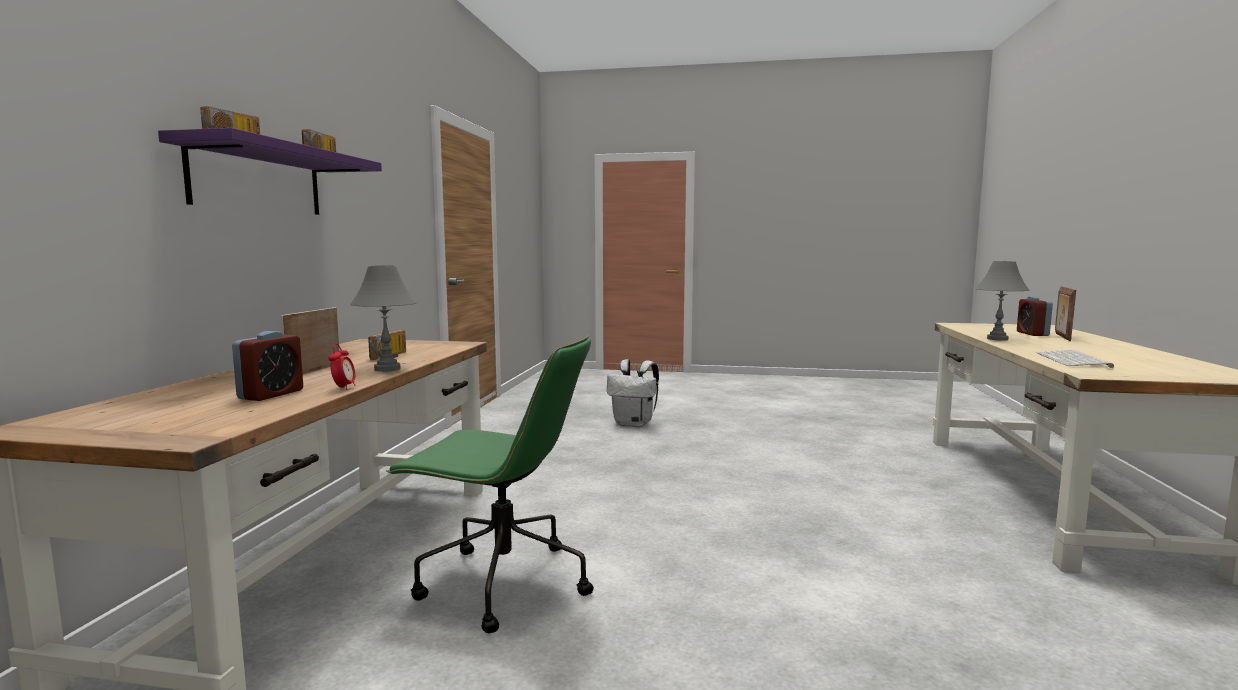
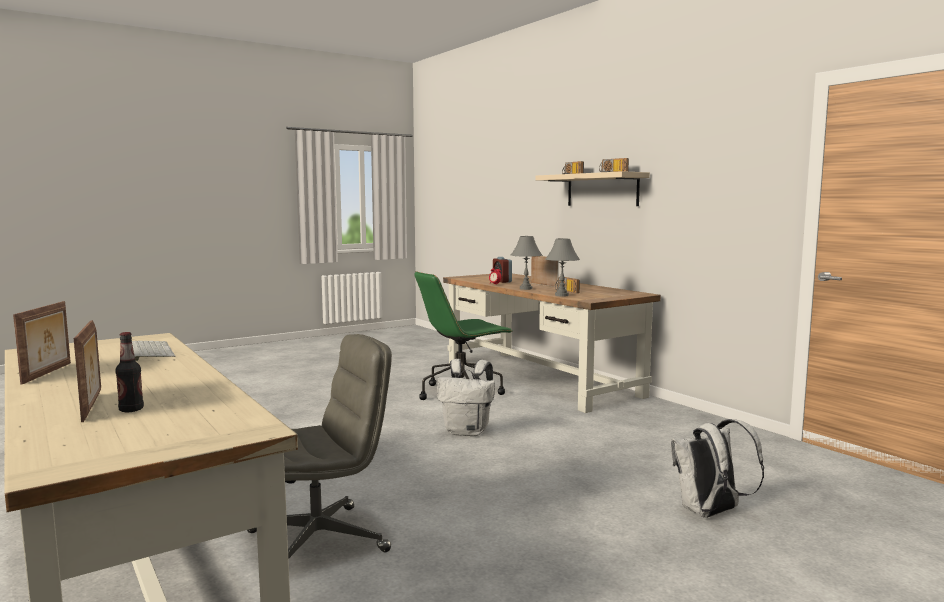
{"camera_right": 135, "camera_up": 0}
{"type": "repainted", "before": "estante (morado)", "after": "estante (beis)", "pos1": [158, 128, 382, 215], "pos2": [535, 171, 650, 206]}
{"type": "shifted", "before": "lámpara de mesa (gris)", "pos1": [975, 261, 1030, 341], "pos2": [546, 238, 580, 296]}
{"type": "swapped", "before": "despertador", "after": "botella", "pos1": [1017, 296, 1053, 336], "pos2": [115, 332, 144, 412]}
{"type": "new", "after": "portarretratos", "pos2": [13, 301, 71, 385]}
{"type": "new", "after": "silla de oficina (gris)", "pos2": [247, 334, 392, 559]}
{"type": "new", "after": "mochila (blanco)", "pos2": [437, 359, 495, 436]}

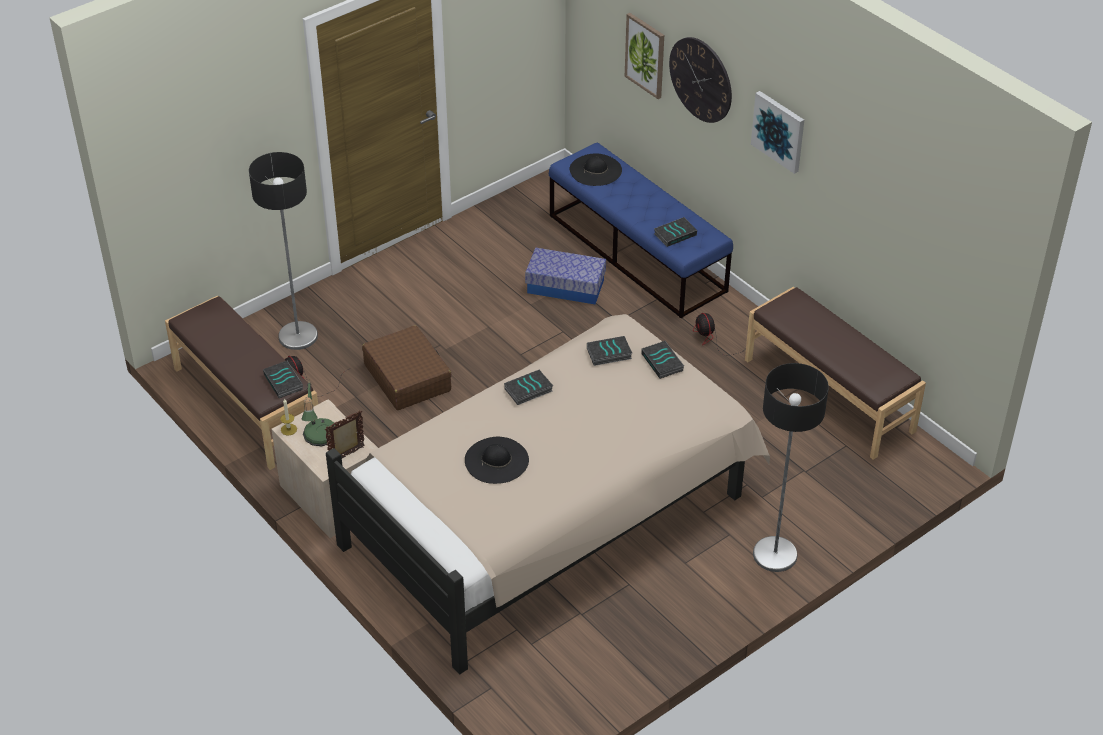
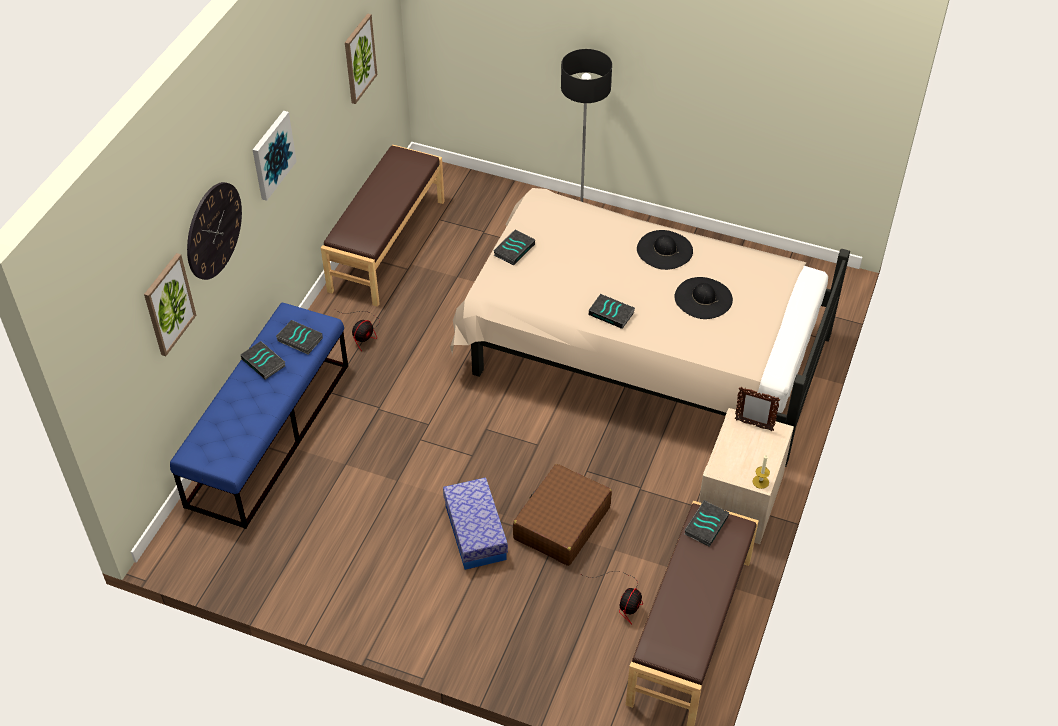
{"camera_right": -120, "camera_up": 5}
{"type": "gone", "before": "lámpara de pie", "pos1": [249, 152, 318, 350]}
{"type": "shifted", "before": "sombrero (negro)", "pos1": [570, 153, 622, 186], "pos2": [637, 230, 693, 270]}
{"type": "shifted", "before": "caja de almacenaje", "pos1": [525, 248, 606, 304], "pos2": [443, 477, 508, 570]}
{"type": "shifted", "before": "libro", "pos1": [587, 336, 632, 366], "pos2": [241, 341, 285, 380]}
{"type": "gone", "before": "lámpara de mesa", "pos1": [302, 381, 335, 446]}
{"type": "new", "after": "cuadro", "pos2": [345, 13, 377, 104]}

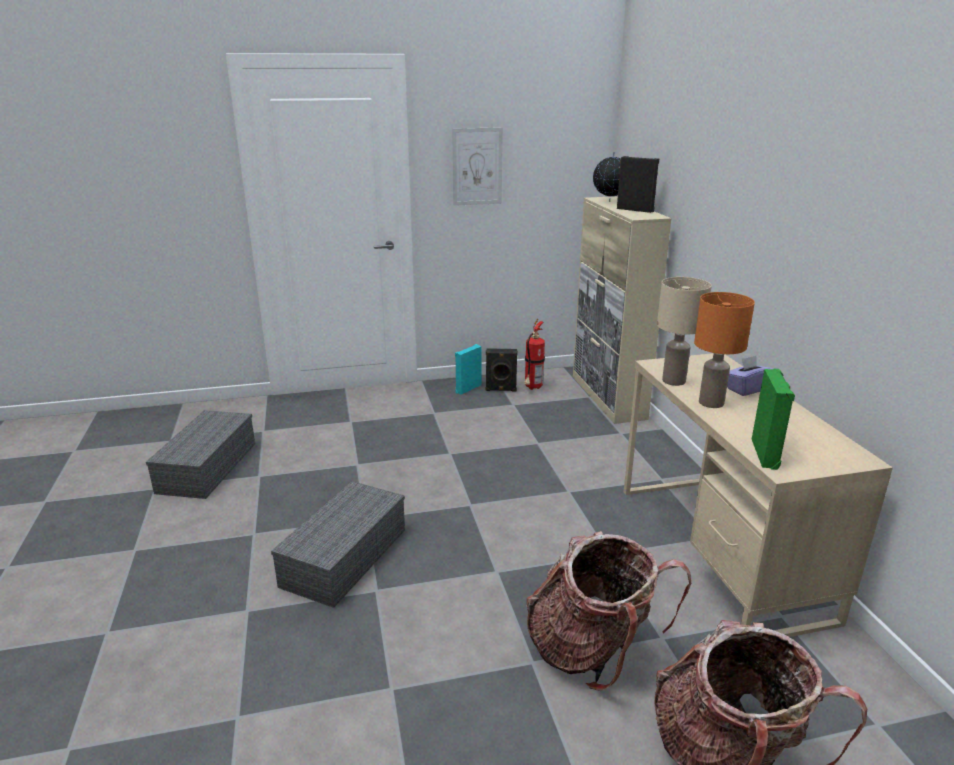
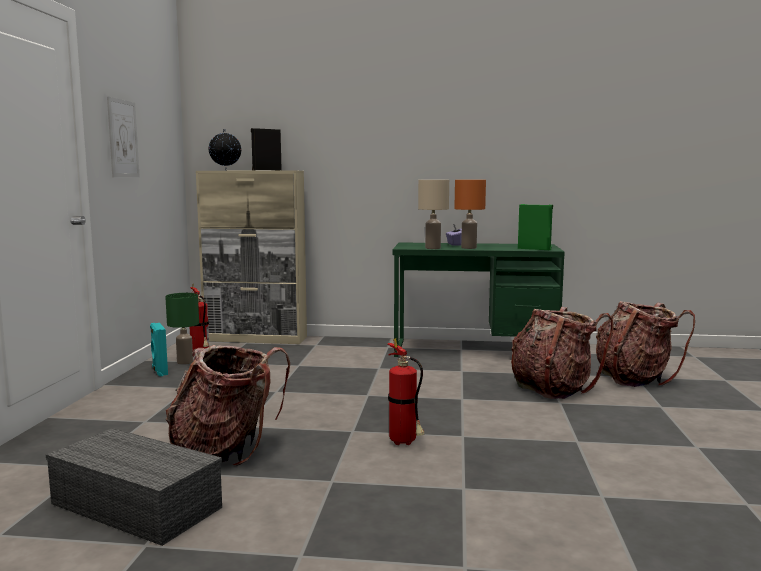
{"camera_right": -70, "camera_up": -15}
{"type": "swapped", "before": "altavoz (negro)", "after": "lámpara de mesa (verde)", "pos1": [486, 348, 518, 391], "pos2": [165, 293, 199, 365]}
{"type": "repainted", "before": "escritorio (beis)", "after": "escritorio (verde)", "pos1": [624, 353, 893, 637], "pos2": [392, 242, 565, 357]}
{"type": "swapped", "before": "caja de almacenaje (gris)", "after": "extintor", "pos1": [271, 481, 405, 608], "pos2": [387, 338, 425, 445]}
{"type": "new", "after": "mochila", "pos2": [166, 345, 290, 466]}

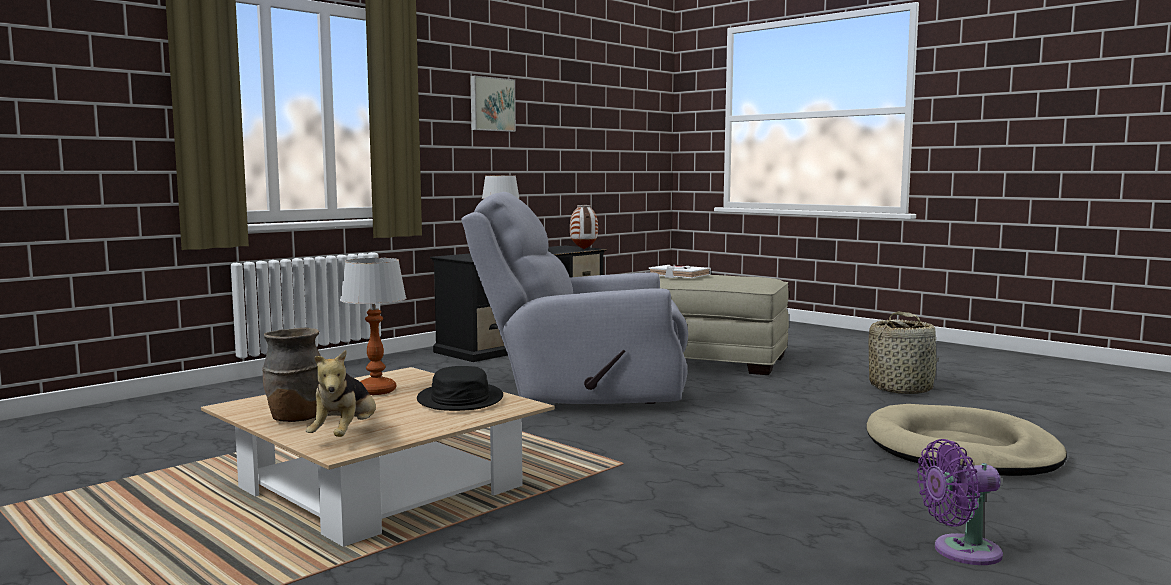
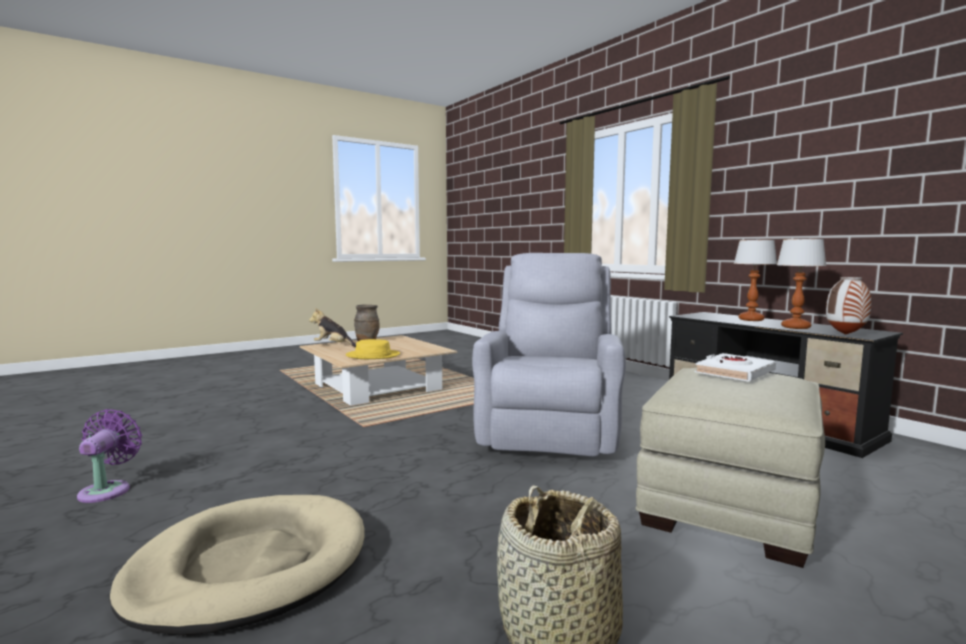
{"camera_right": 100, "camera_up": 0}
{"type": "gone", "before": "cuadro", "pos1": [470, 76, 516, 132]}
{"type": "shifted", "before": "lámpara de mesa", "pos1": [340, 258, 407, 395], "pos2": [777, 239, 827, 329]}
{"type": "repainted", "before": "sombrero (negro)", "after": "sombrero (amarillo)", "pos1": [417, 366, 503, 411], "pos2": [346, 339, 400, 359]}

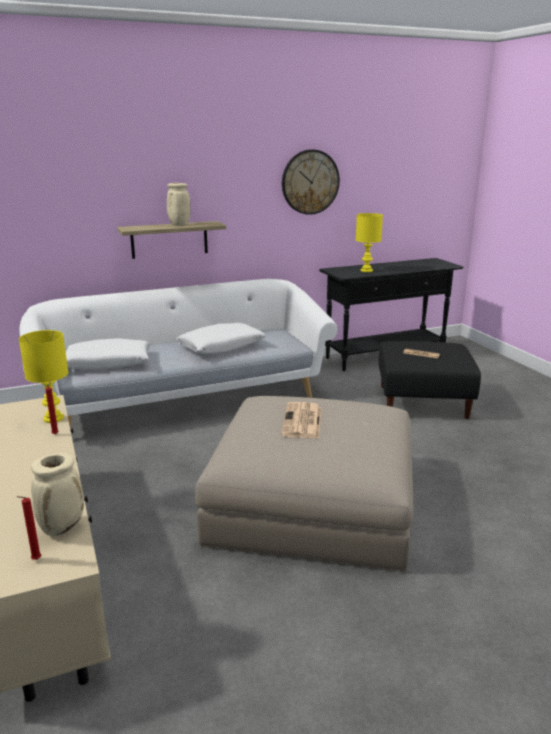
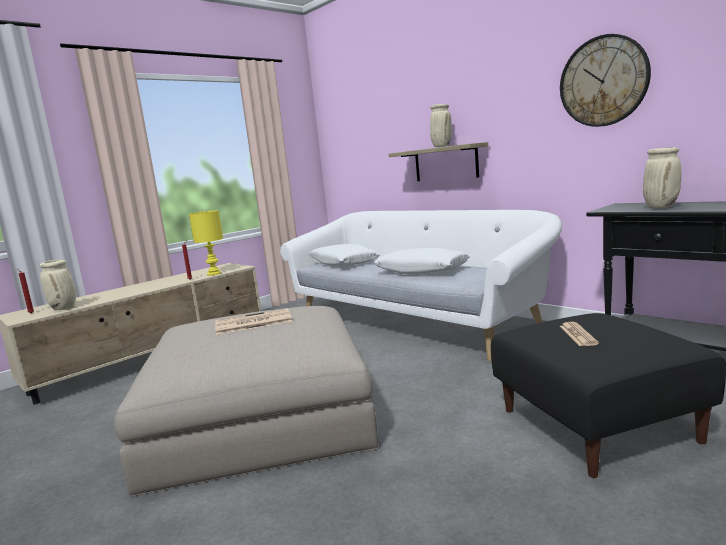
{"camera_right": 70, "camera_up": -10}
{"type": "swapped", "before": "lámpara de mesa (amarillo)", "after": "florero (beis)", "pos1": [356, 213, 383, 272], "pos2": [643, 147, 682, 208]}

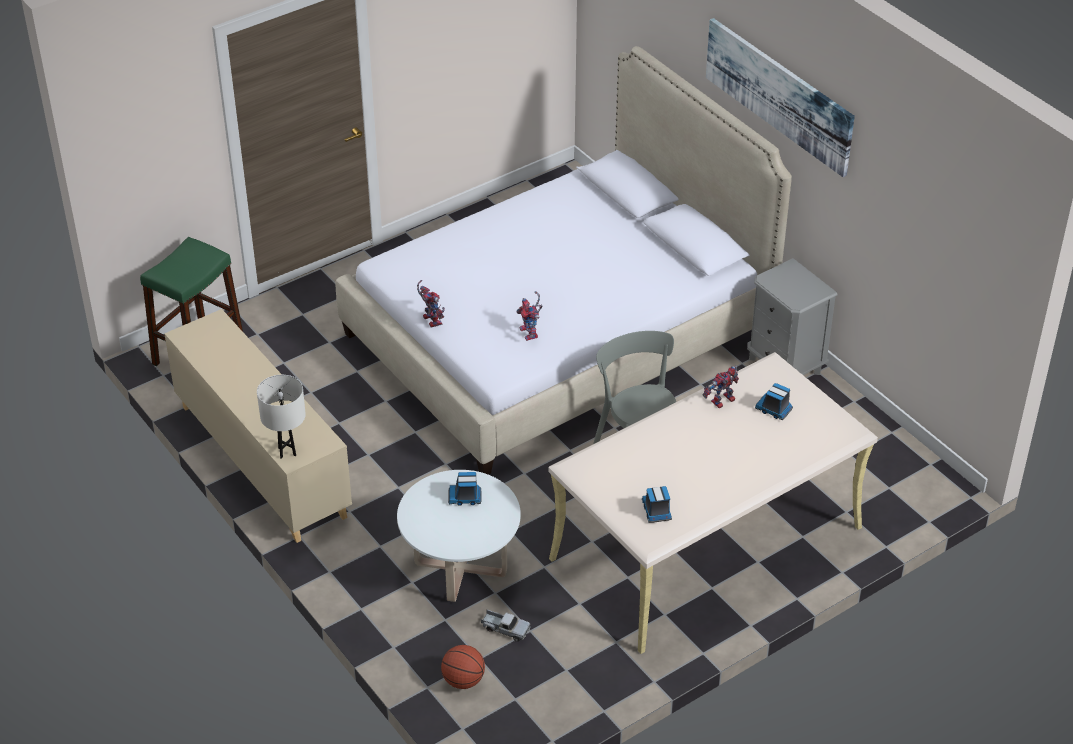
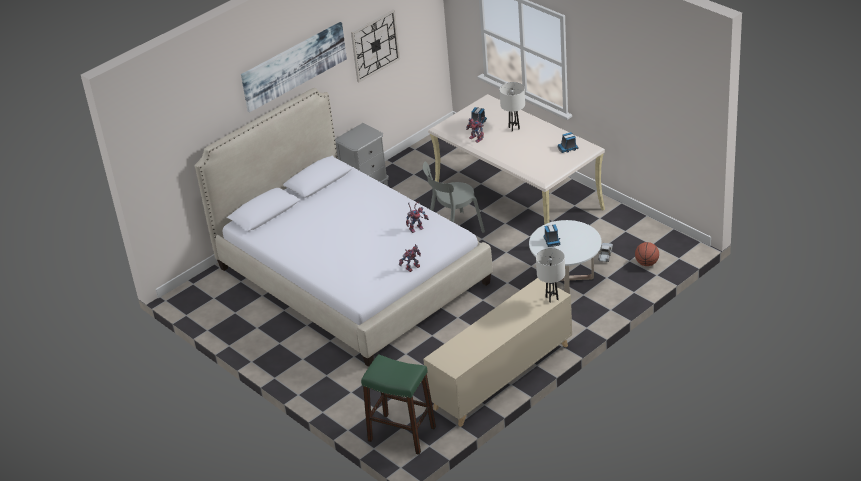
{"camera_right": -95, "camera_up": -5}
{"type": "new", "after": "reloj de pared", "pos2": [351, 10, 400, 82]}
{"type": "new", "after": "lámpara de mesa (blanco)", "pos2": [499, 82, 525, 132]}

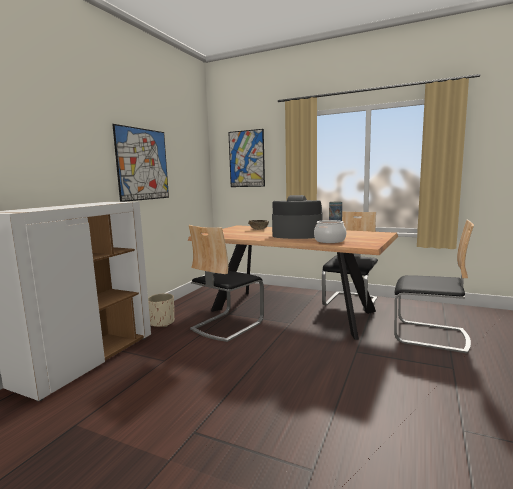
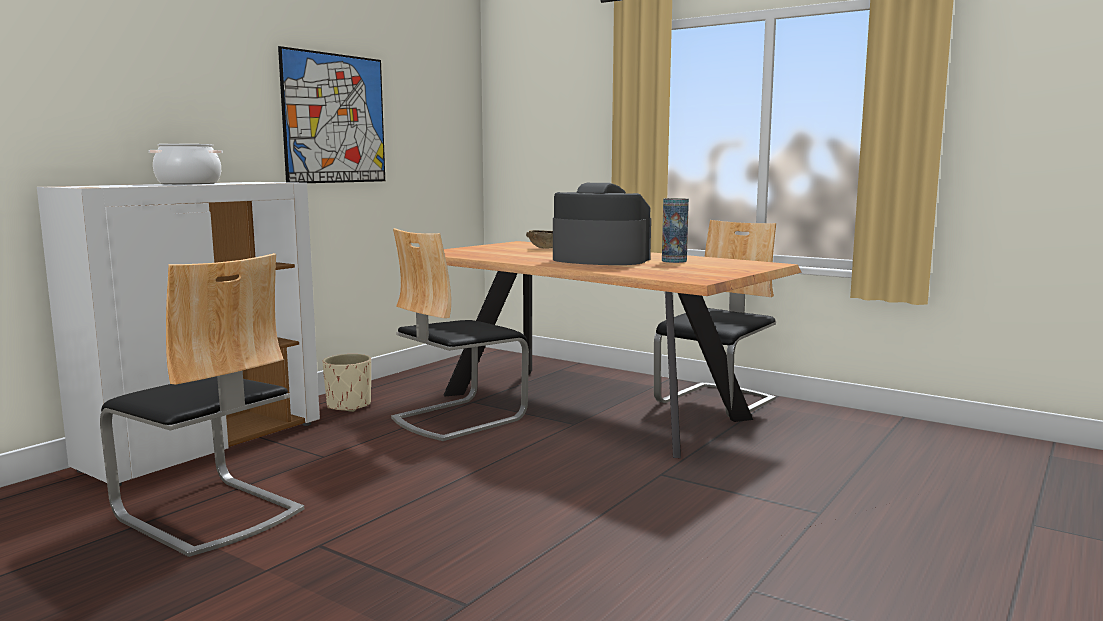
{"camera_right": 10, "camera_up": 0}
{"type": "gone", "before": "cuadro", "pos1": [228, 129, 265, 187]}
{"type": "shifted", "before": "olla", "pos1": [314, 220, 346, 243], "pos2": [149, 144, 223, 184]}
{"type": "shifted", "before": "silla", "pos1": [394, 220, 474, 354], "pos2": [100, 253, 304, 557]}

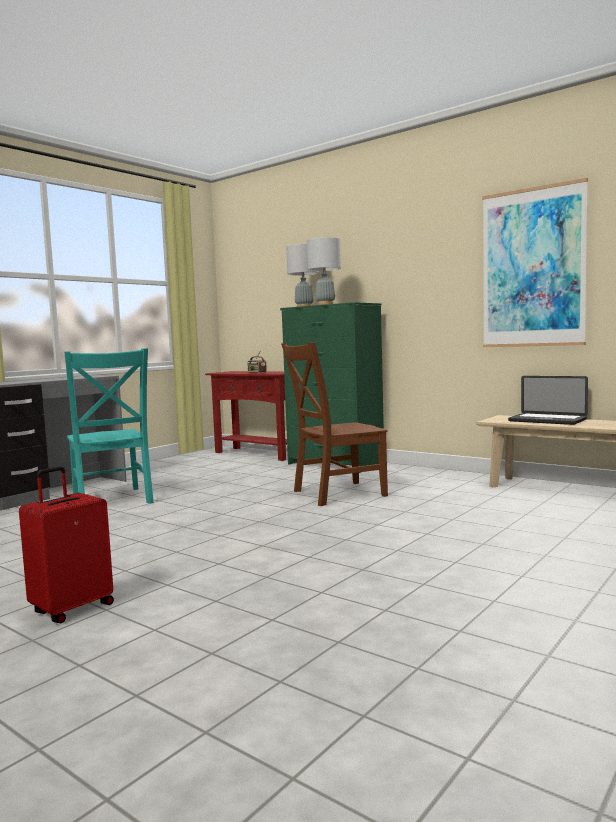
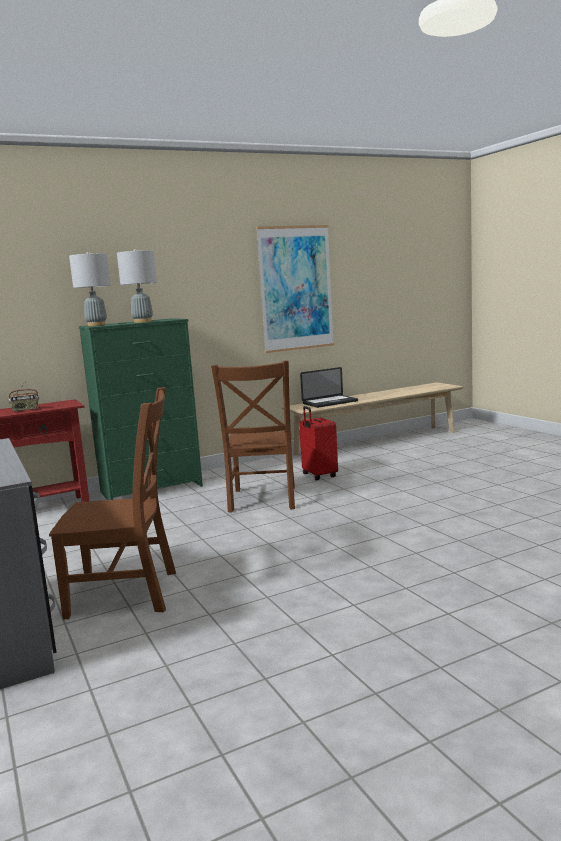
{"camera_right": -65, "camera_up": 5}
{"type": "repainted", "before": "silla (turquesa)", "after": "silla (marrón)", "pos1": [64, 348, 154, 504], "pos2": [49, 387, 176, 620]}
{"type": "shifted", "before": "maleta (rojo)", "pos1": [19, 466, 114, 623], "pos2": [299, 406, 338, 480]}

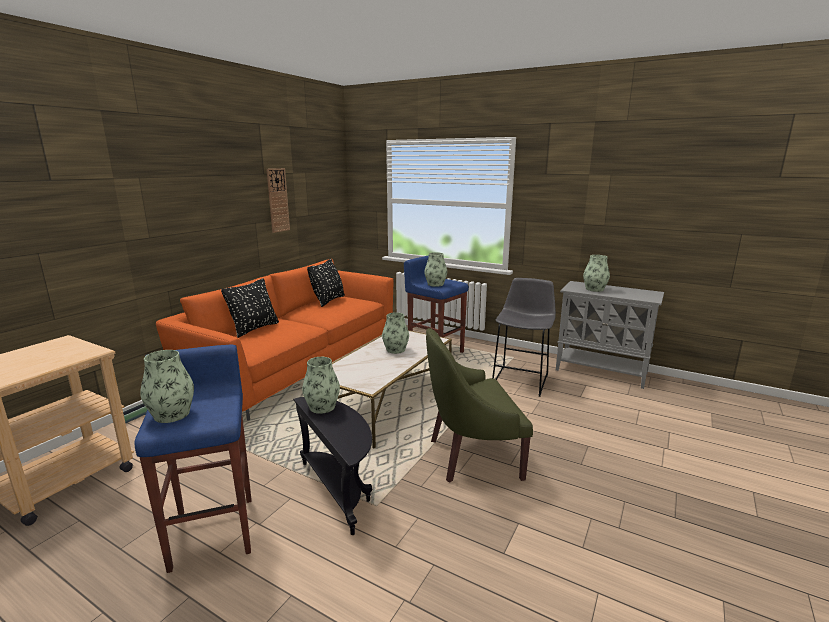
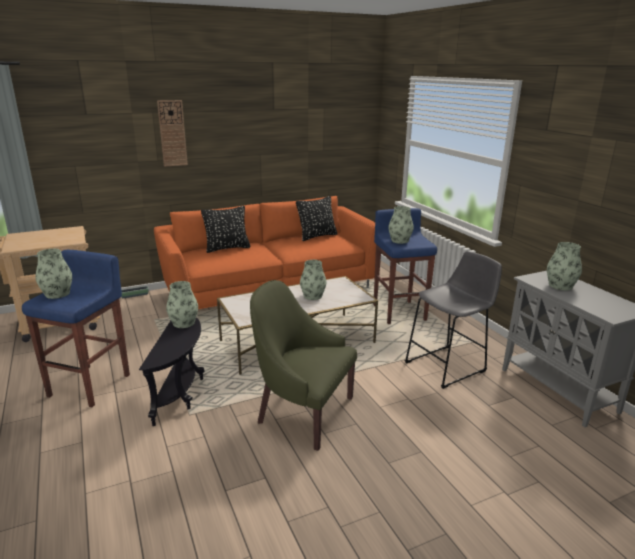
{"camera_right": 35, "camera_up": 5}
{"type": "shifted", "before": "reloj de pared", "pos1": [266, 168, 290, 233], "pos2": [157, 100, 188, 167]}

